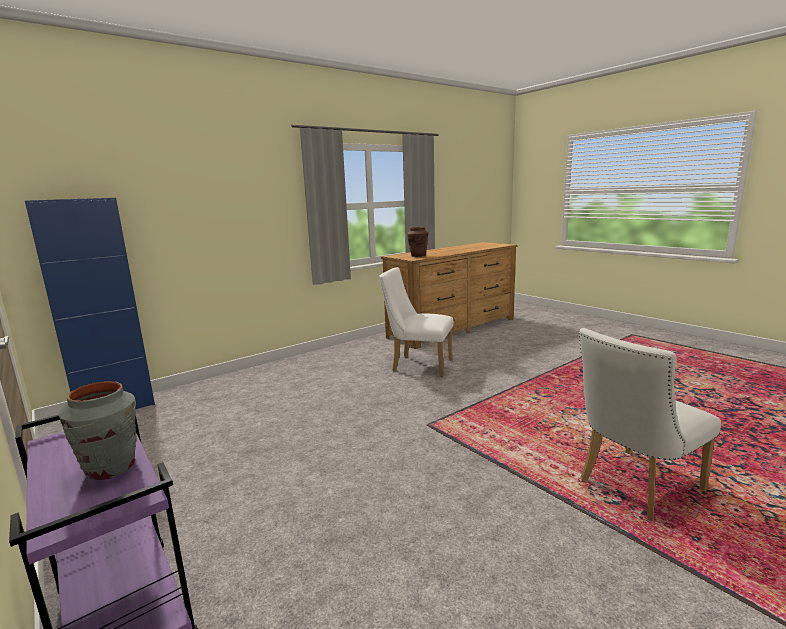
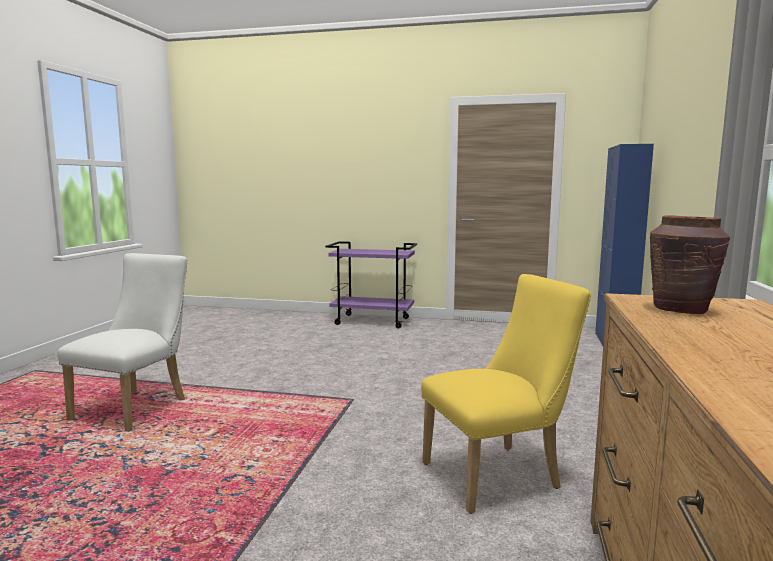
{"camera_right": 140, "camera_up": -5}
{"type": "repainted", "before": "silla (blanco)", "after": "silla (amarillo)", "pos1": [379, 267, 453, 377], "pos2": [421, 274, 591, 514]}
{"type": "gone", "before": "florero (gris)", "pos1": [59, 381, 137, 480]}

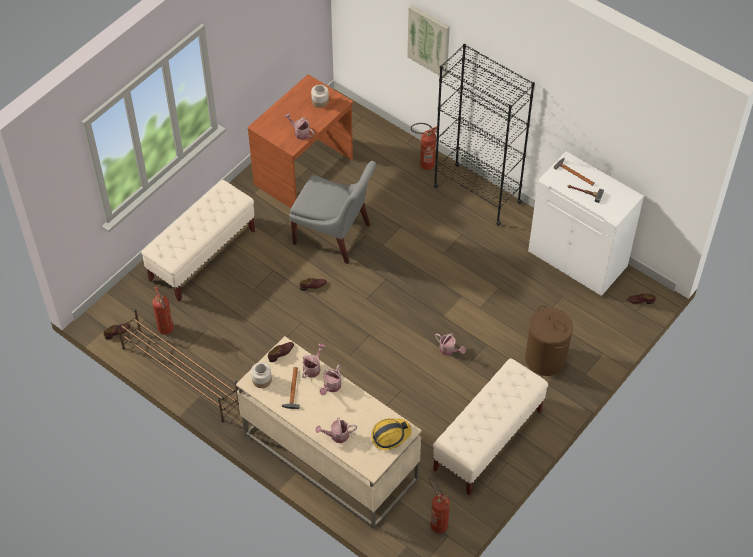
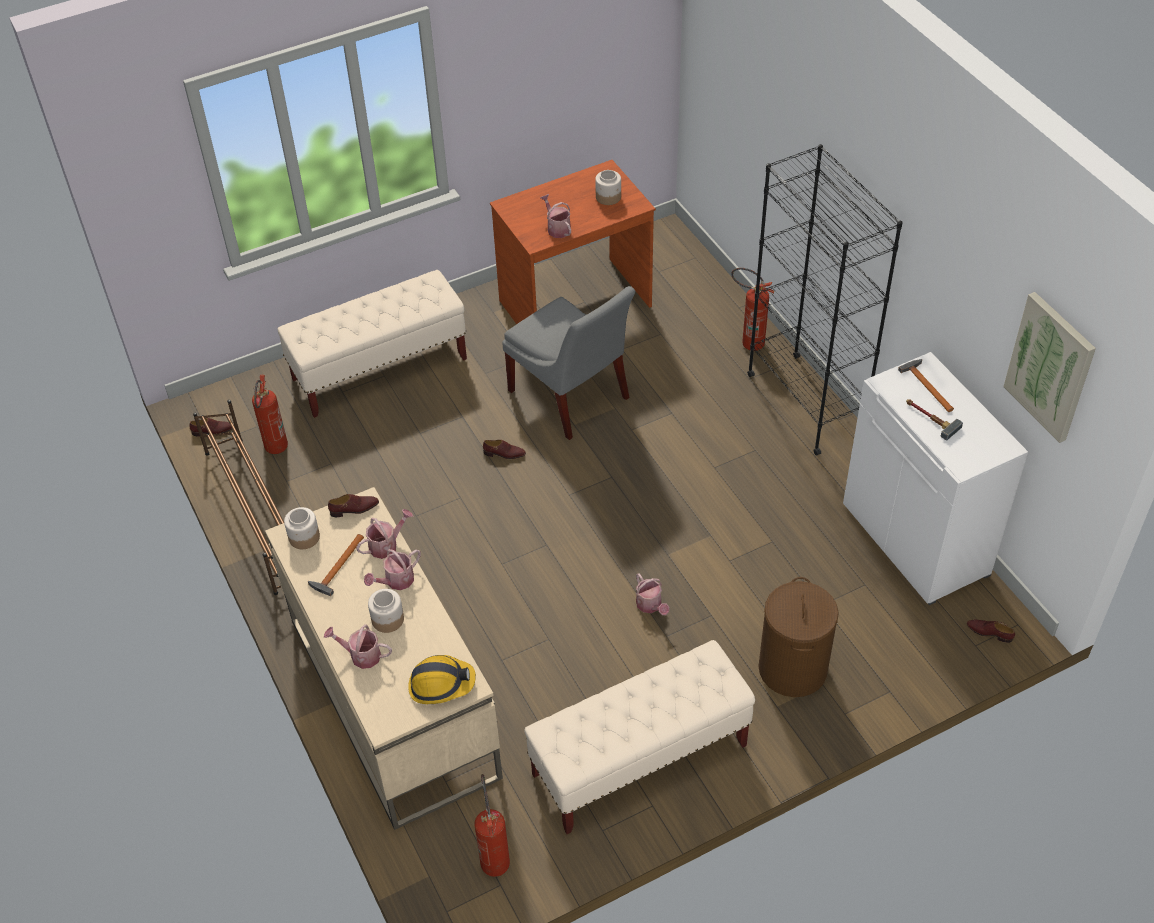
{"camera_right": 25, "camera_up": -5}
{"type": "shifted", "before": "cuadro", "pos1": [407, 5, 450, 79], "pos2": [1003, 292, 1096, 443]}
{"type": "new", "after": "tarro", "pos2": [368, 589, 404, 633]}

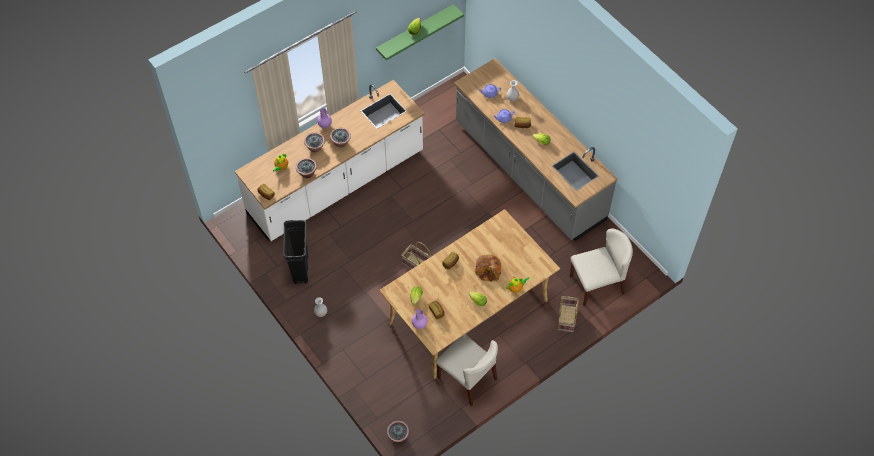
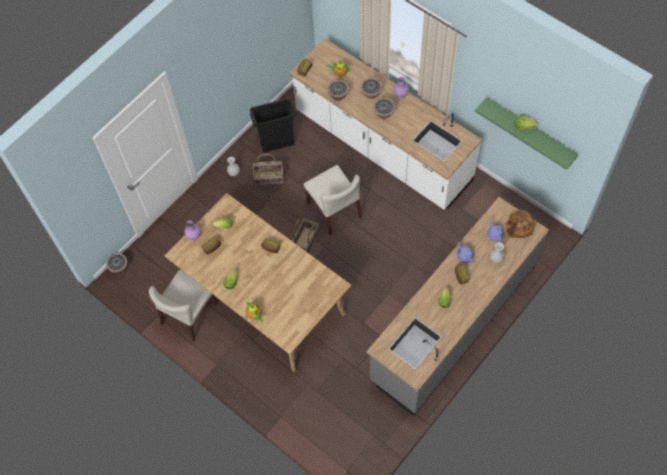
{"camera_right": 80, "camera_up": 5}
{"type": "shifted", "before": "silla (beis)", "pos1": [570, 229, 633, 306], "pos2": [304, 165, 362, 235]}
{"type": "shifted", "before": "pan", "pos1": [475, 255, 501, 282], "pos2": [506, 210, 535, 238]}
{"type": "shifted", "before": "cesta", "pos1": [557, 296, 579, 332], "pos2": [252, 154, 284, 186]}

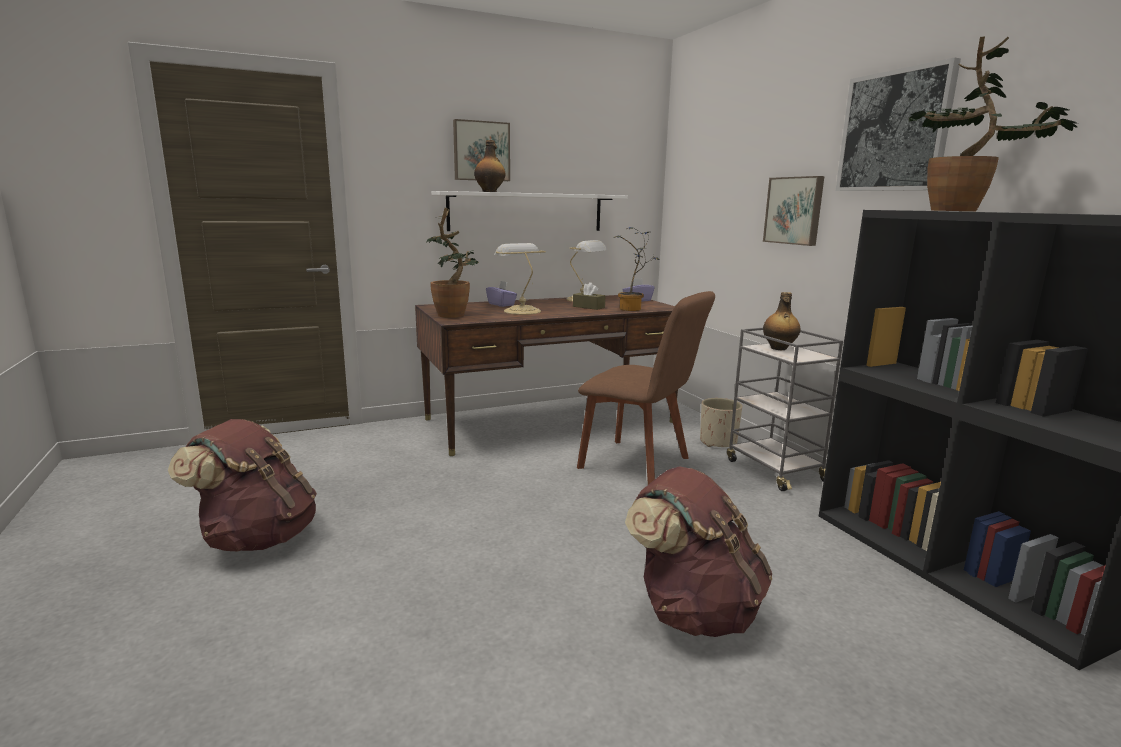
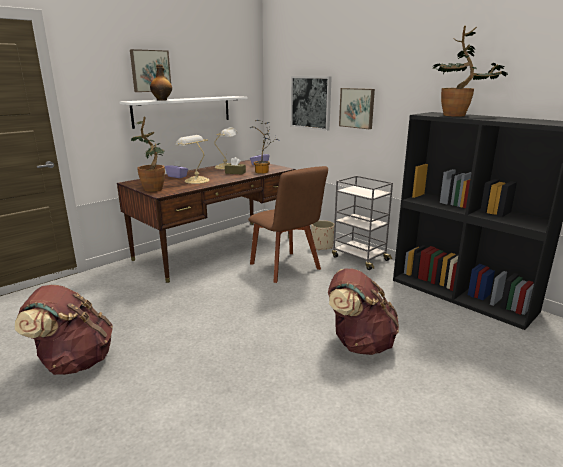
{"camera_right": -20, "camera_up": 5}
{"type": "shifted", "before": "cuadro", "pos1": [836, 57, 961, 191], "pos2": [291, 76, 332, 131]}
{"type": "rotated", "before": "silla (marrón)", "pos1": [577, 291, 715, 485], "pos2": [248, 166, 328, 283], "turn": 45}
{"type": "gone", "before": "botella", "pos1": [763, 292, 800, 350]}

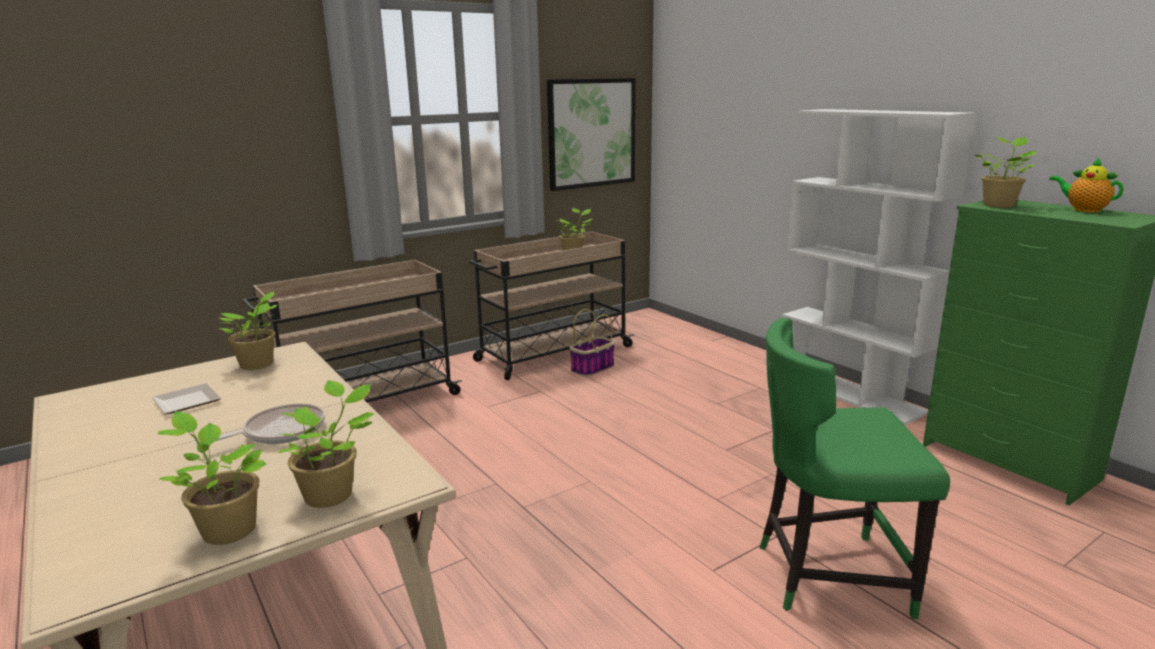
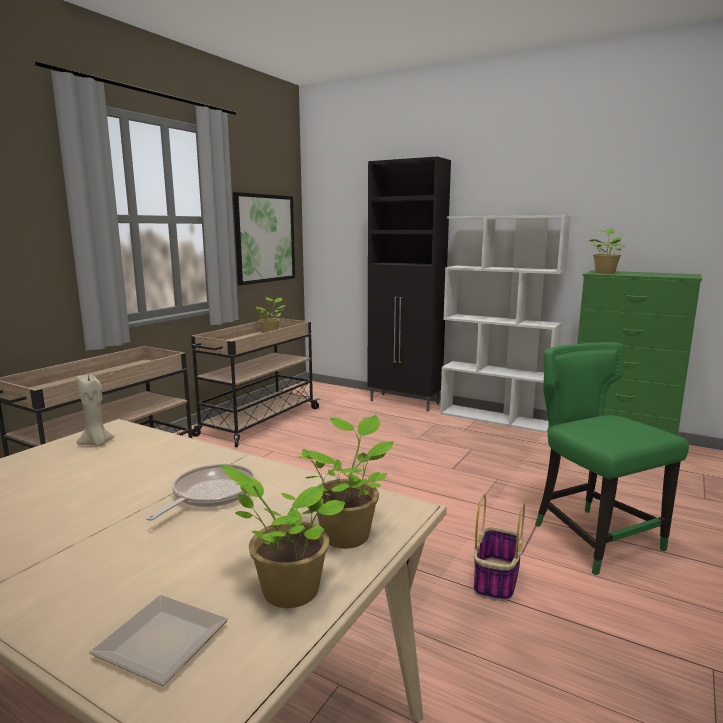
{"camera_right": -25, "camera_up": -5}
{"type": "gone", "before": "tetera", "pos1": [1050, 158, 1124, 213]}
{"type": "swapped", "before": "planta en maceta", "after": "vela (beis)", "pos1": [219, 291, 278, 370], "pos2": [77, 374, 115, 446]}
{"type": "shifted", "before": "cesta", "pos1": [569, 309, 615, 377], "pos2": [473, 494, 525, 601]}
{"type": "rotated", "before": "silla (verde)", "pos1": [760, 318, 950, 619], "pos2": [535, 342, 689, 575], "turn": 90}
{"type": "shifted", "before": "plato", "pos1": [152, 383, 221, 415], "pos2": [89, 595, 228, 686]}
{"type": "new", "after": "armario (negro)", "pos2": [368, 156, 451, 412]}

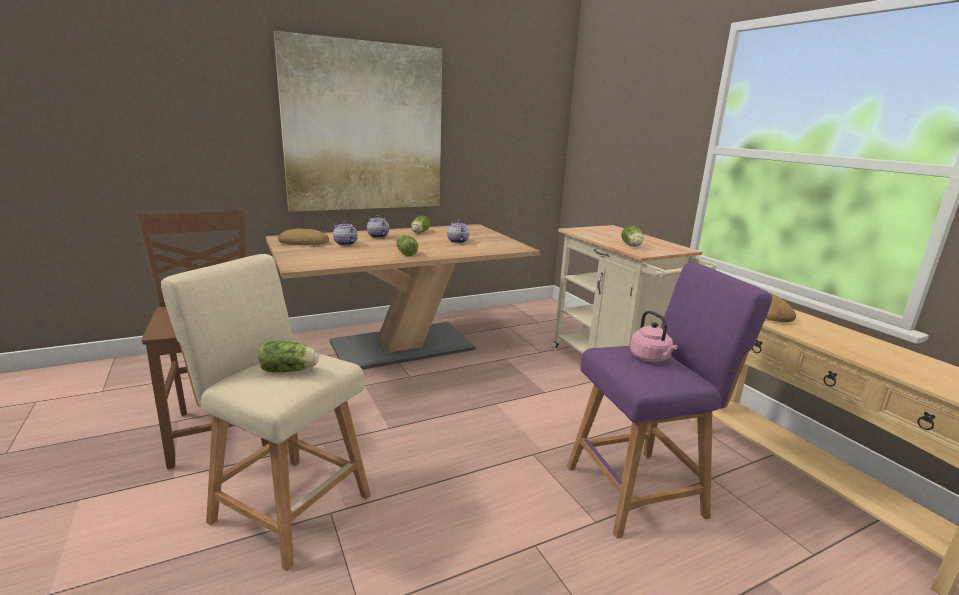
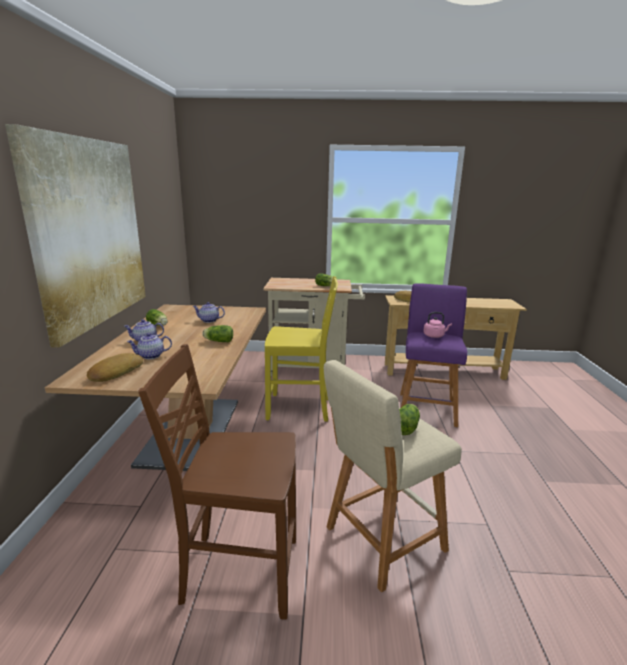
{"camera_right": -60, "camera_up": 0}
{"type": "new", "after": "silla (amarillo)", "pos2": [265, 276, 338, 422]}

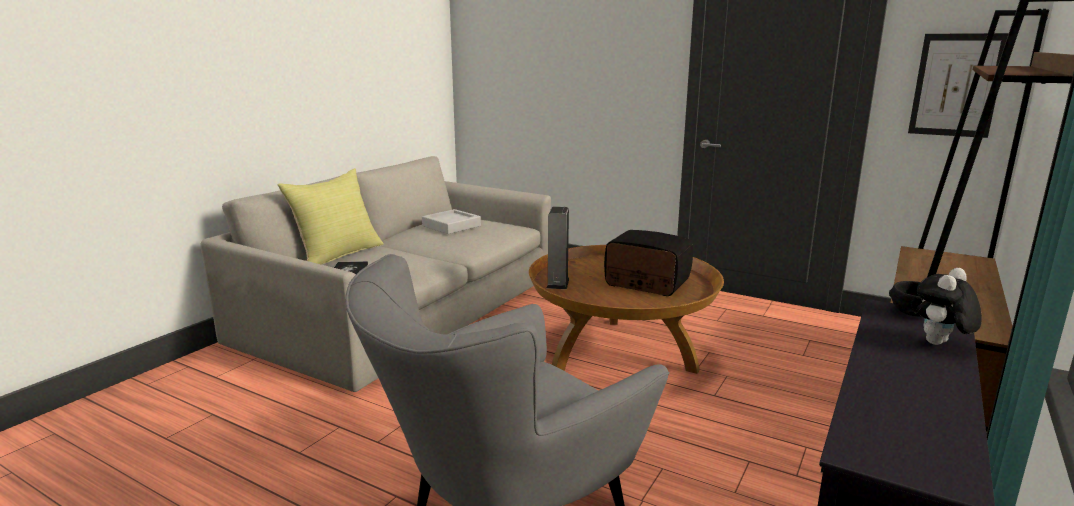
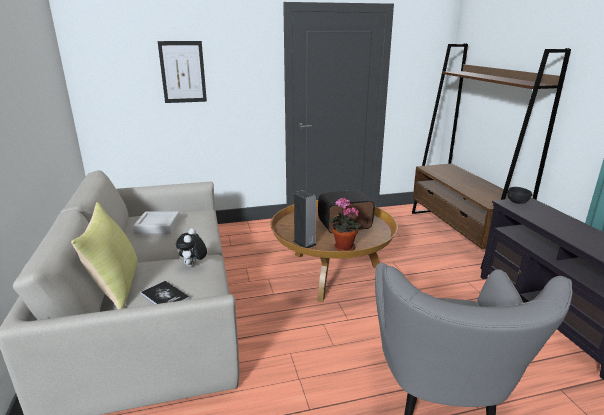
{"camera_right": -45, "camera_up": 5}
{"type": "shifted", "before": "cuadro", "pos1": [908, 33, 1009, 138], "pos2": [158, 41, 207, 103]}
{"type": "shifted", "before": "peluche", "pos1": [917, 268, 982, 345], "pos2": [176, 228, 207, 267]}
{"type": "new", "after": "planta en maceta", "pos2": [329, 198, 362, 251]}

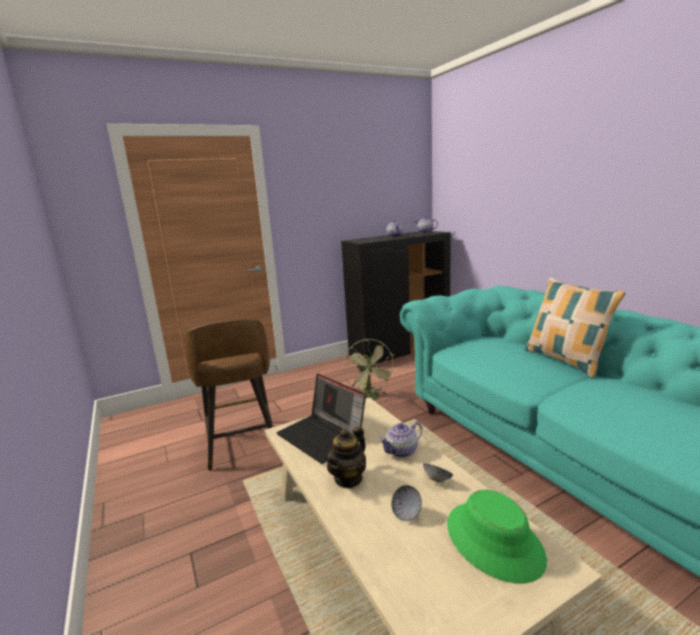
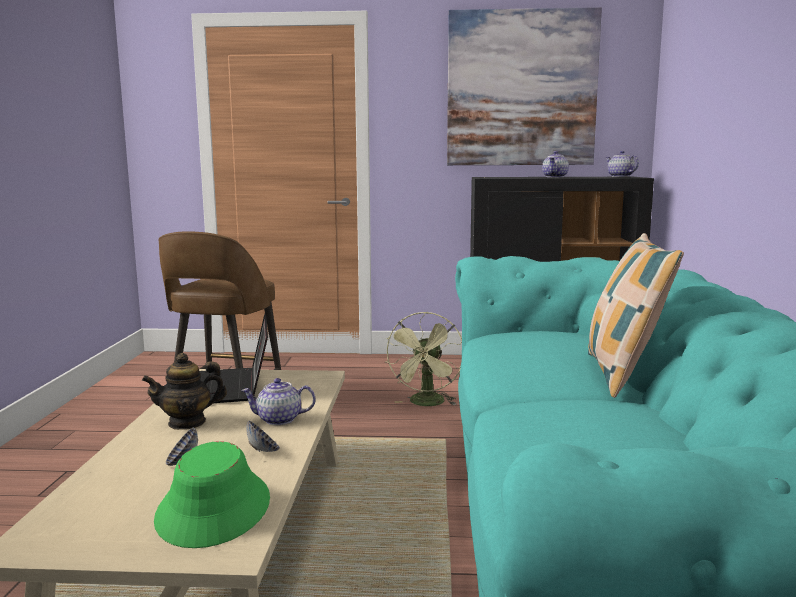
{"camera_right": 30, "camera_up": -5}
{"type": "new", "after": "cuadro", "pos2": [447, 7, 602, 165]}

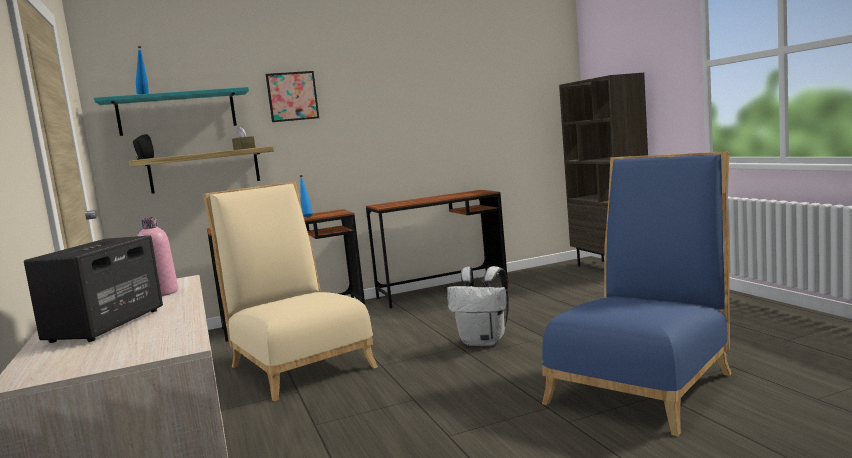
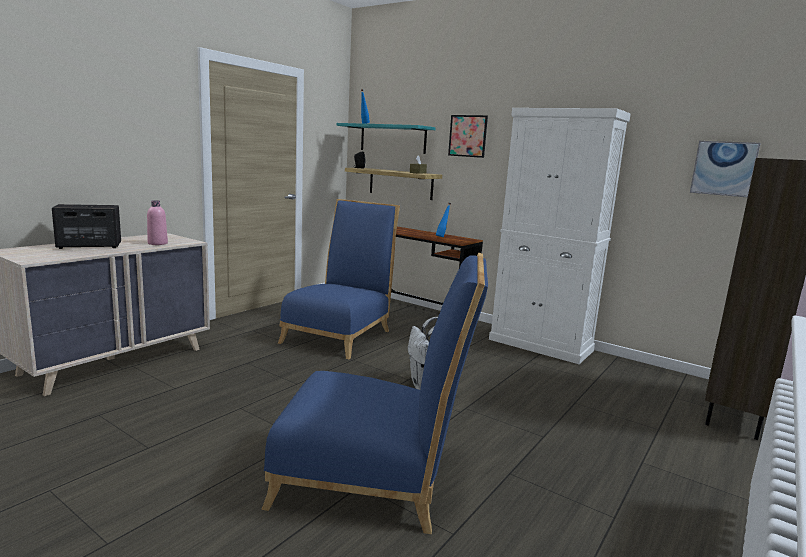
{"camera_right": 55, "camera_up": 5}
{"type": "repainted", "before": "silla (beis)", "after": "silla (azul)", "pos1": [203, 182, 378, 401], "pos2": [278, 199, 400, 359]}
{"type": "swapped", "before": "escritorio (marrón)", "after": "armario (blanco)", "pos1": [366, 190, 509, 308], "pos2": [489, 108, 631, 364]}
{"type": "new", "after": "cuadro", "pos2": [690, 141, 761, 197]}

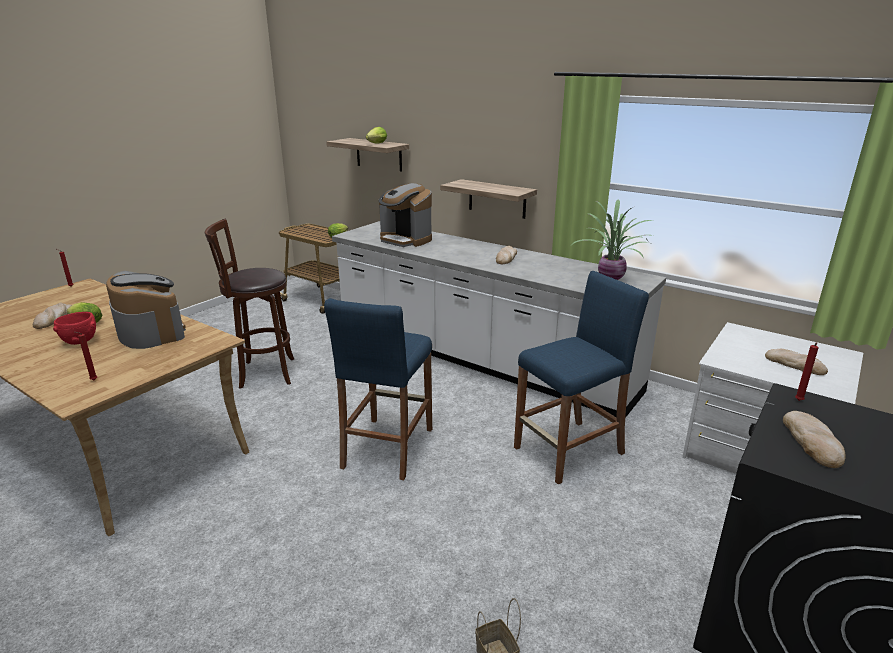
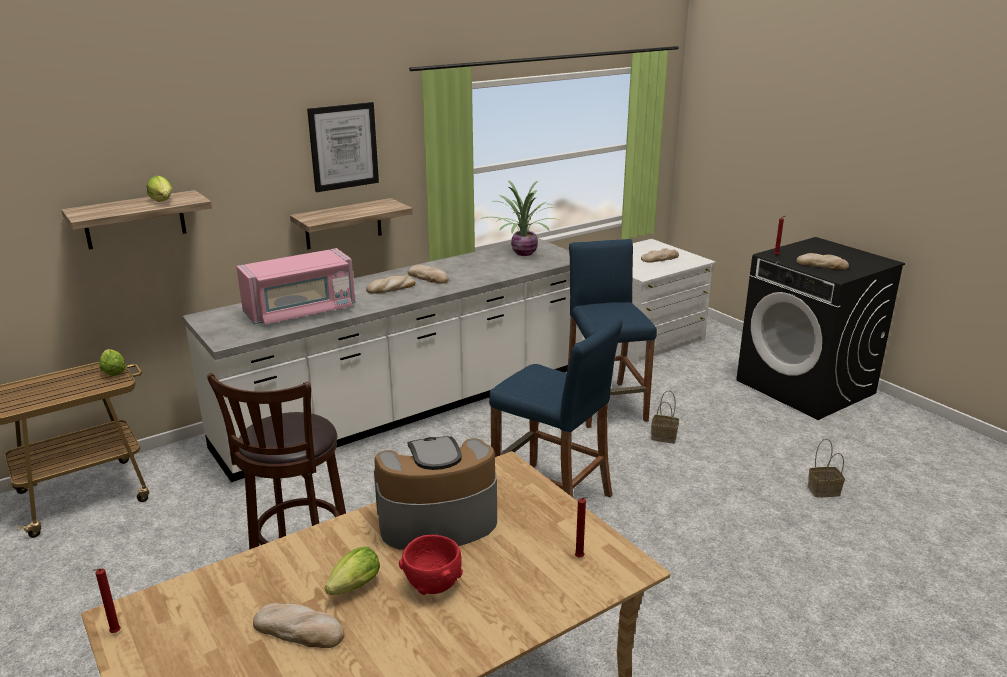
{"camera_right": -70, "camera_up": 0}
{"type": "swapped", "before": "cafetera", "after": "microondas (rosa)", "pos1": [379, 183, 432, 247], "pos2": [236, 248, 355, 325]}
{"type": "new", "after": "cuadro", "pos2": [307, 102, 379, 192]}
{"type": "new", "after": "pan", "pos2": [366, 275, 416, 294]}
{"type": "new", "after": "cesta", "pos2": [651, 390, 679, 444]}

